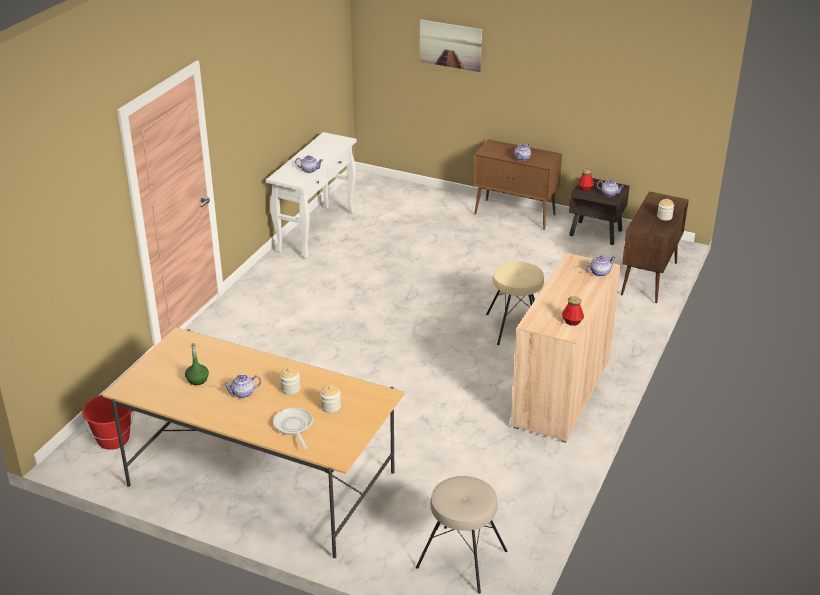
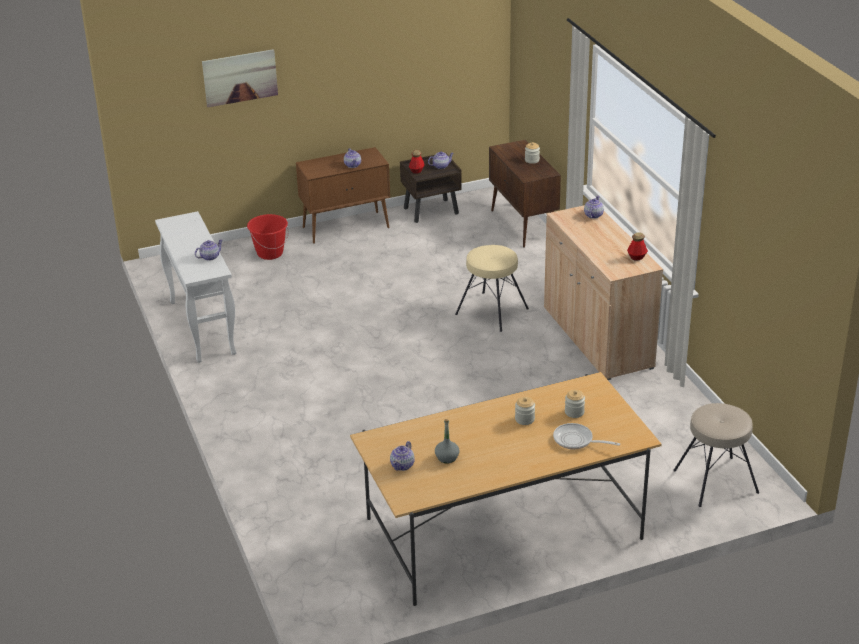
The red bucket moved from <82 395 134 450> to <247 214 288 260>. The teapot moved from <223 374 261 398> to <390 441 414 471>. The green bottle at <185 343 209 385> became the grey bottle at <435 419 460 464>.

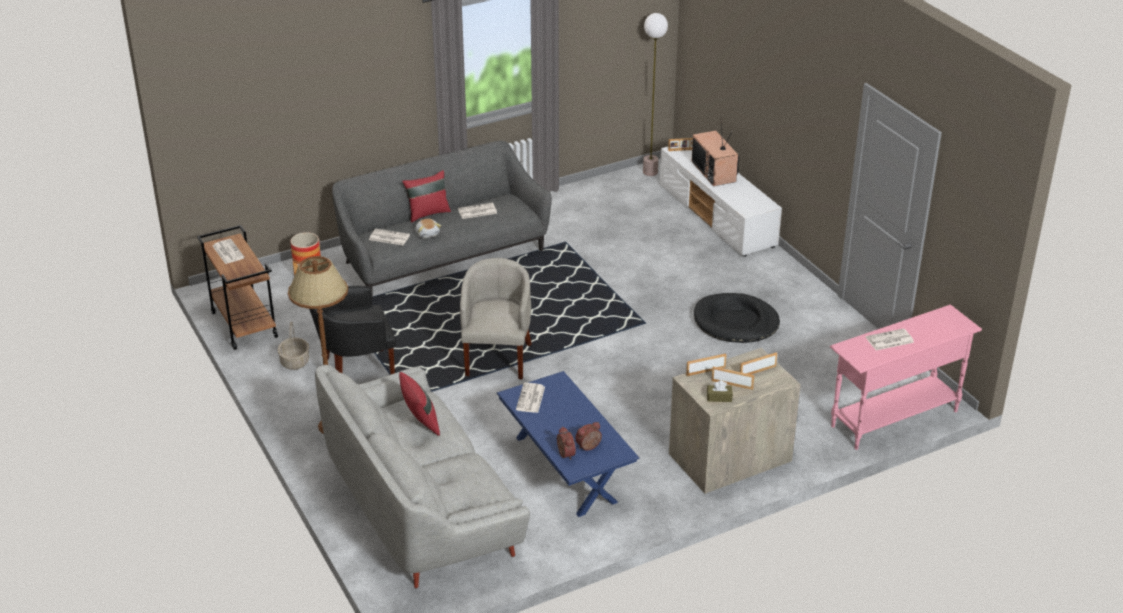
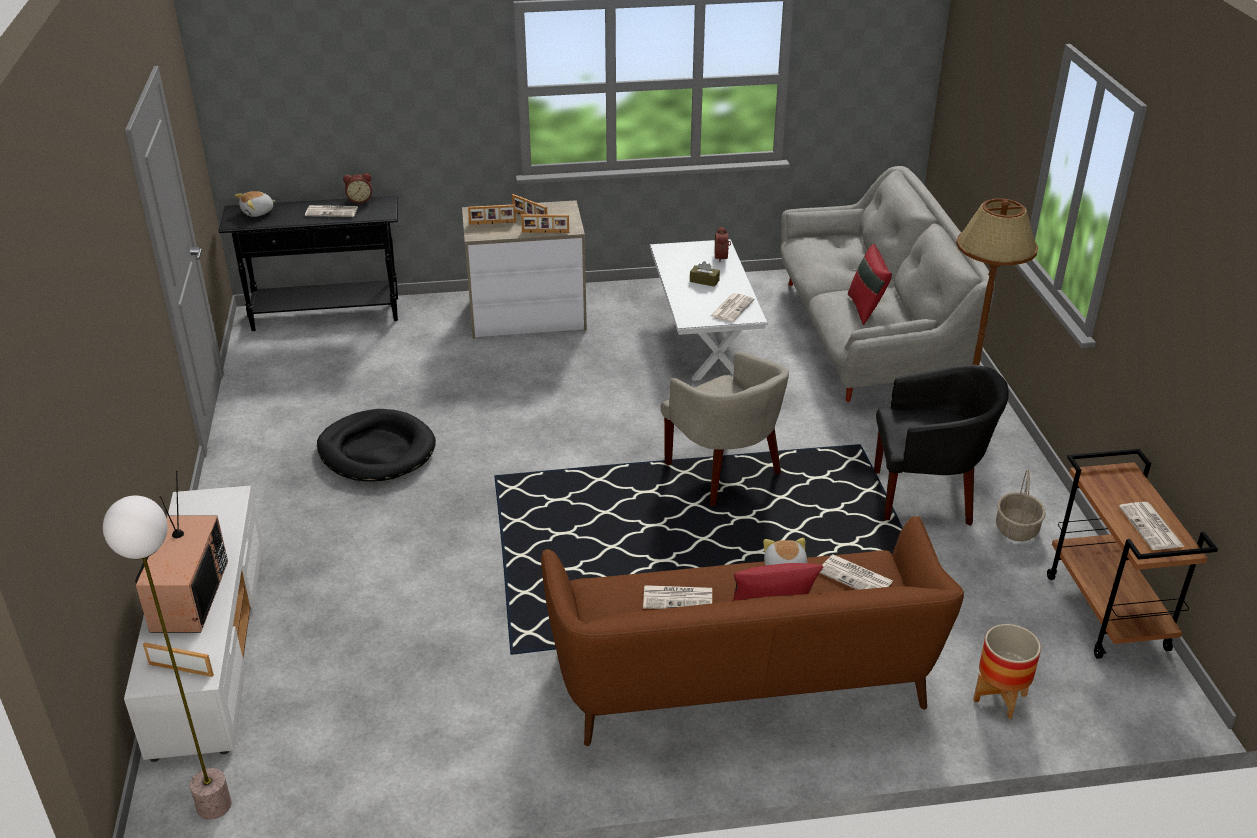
The pink console table at <830 305 982 450> became the black console table at <218 196 398 331>. The plush toy at <235 191 276 217> appeared. The alarm clock moved from <575 422 602 451> to <343 173 372 203>. The grey sofa at <332 141 552 300> became the brown sofa at <541 516 964 746>. The blue coffee table at <497 371 640 517> became the white coffee table at <649 239 768 381>. The beige armchair at <460 258 532 379> turned 60 degrees counterclockwise. The brown tissue box moved from <707 381 733 402> to <690 261 720 287>.

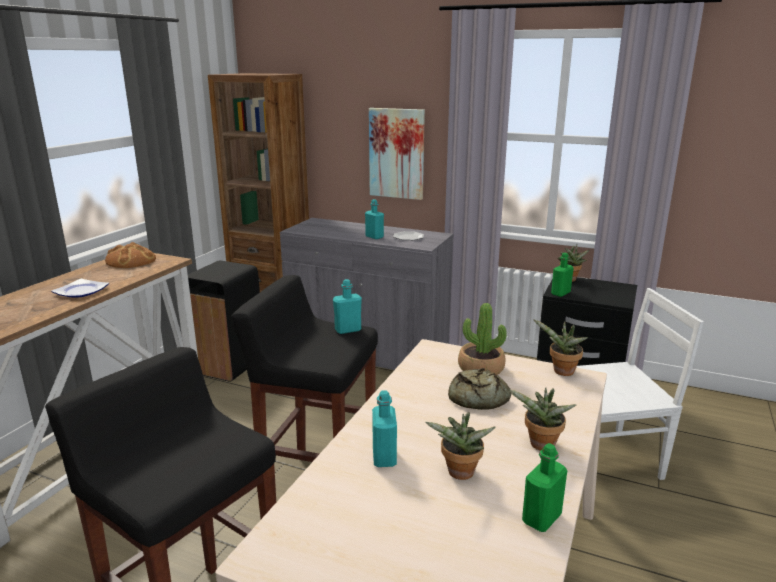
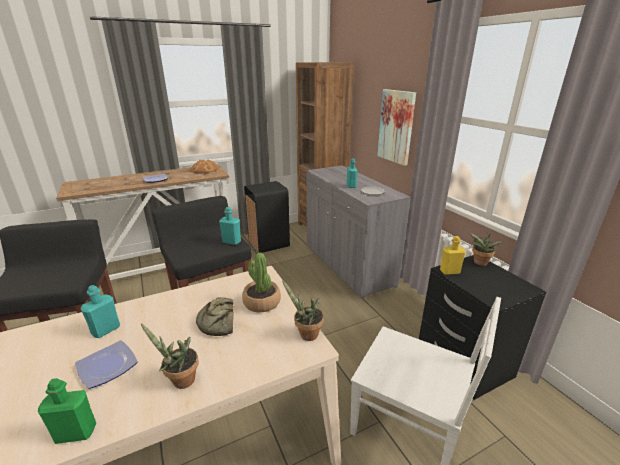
The potted plant at <425 412 496 480> was replaced by the plate at <75 340 138 389>. The green bottle at <551 253 574 297> became the yellow bottle at <440 236 466 275>.

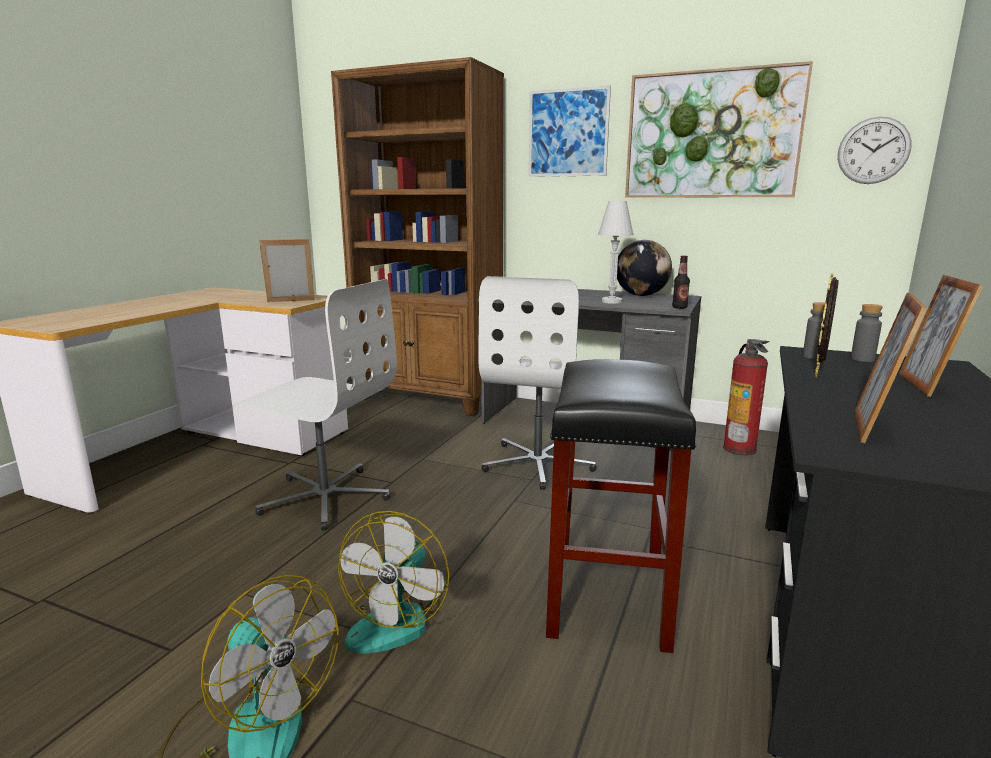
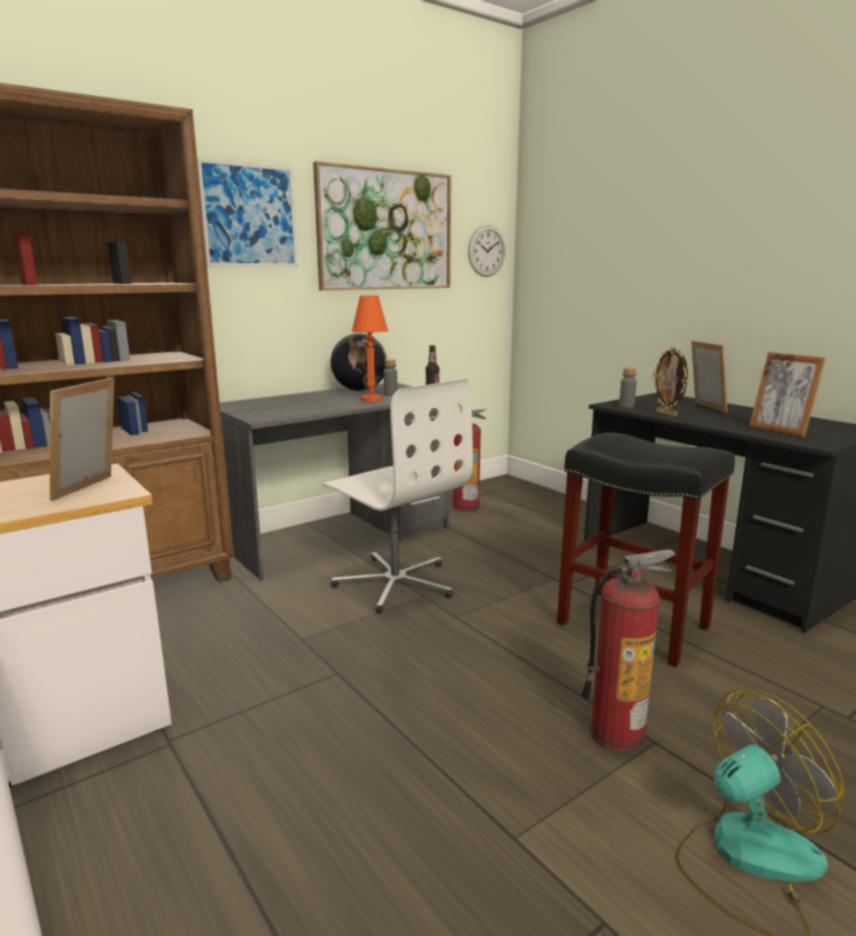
The white table lamp at <598 201 634 304> became the orange table lamp at <352 296 388 402>. The grey bottle moved from <851 304 883 362> to <383 359 397 396>. The fan at <338 511 450 654> was replaced by the fire extinguisher at <581 549 675 752>. The picture frame at <899 275 984 397> turned 150 degrees counterclockwise. The white office chair at <232 279 397 531> disappeared.

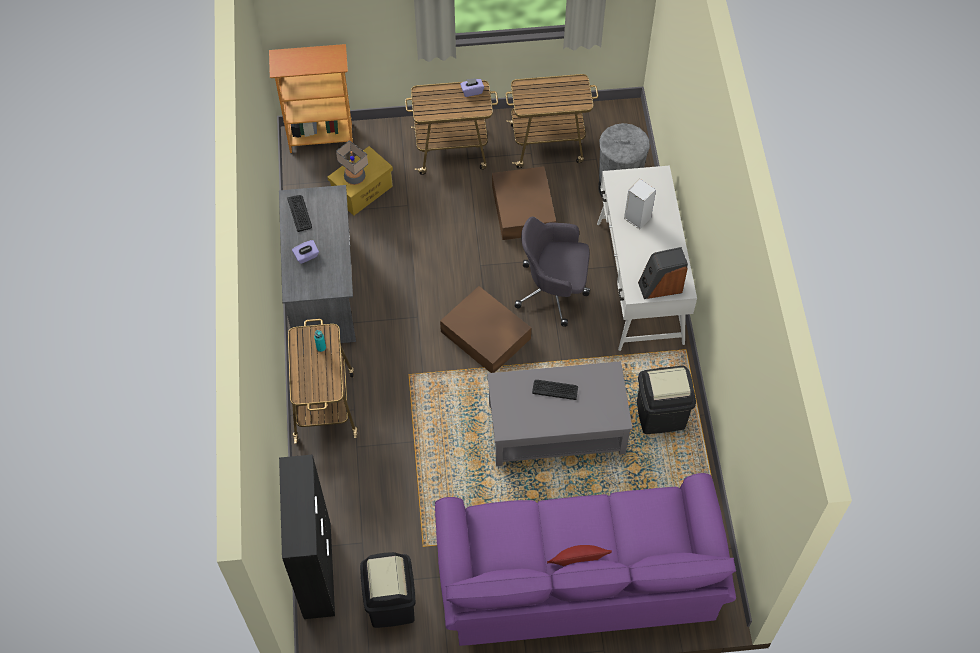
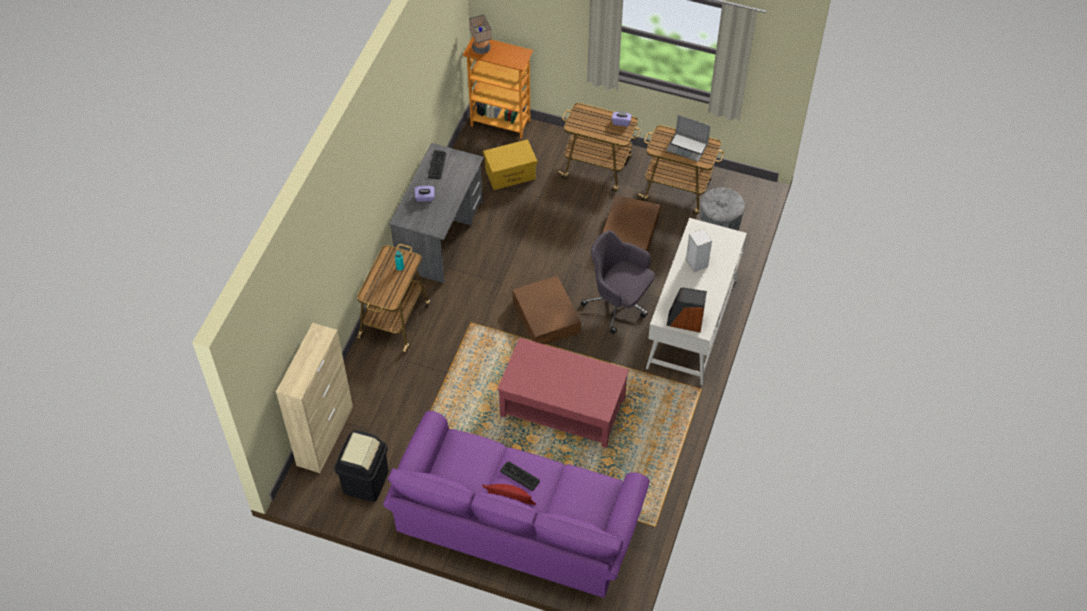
The black cabinet at <279 455 335 619> became the beige cabinet at <276 323 353 473>. The table lamp moved from <336 140 368 185> to <469 15 492 54>. The grey coffee table at <487 361 632 466> became the red coffee table at <497 337 629 448>. The keyboard moved from <532 380 578 400> to <500 461 540 491>. The laptop at <666 115 710 162> appeared. The black trash can at <637 366 696 434> disappeared.

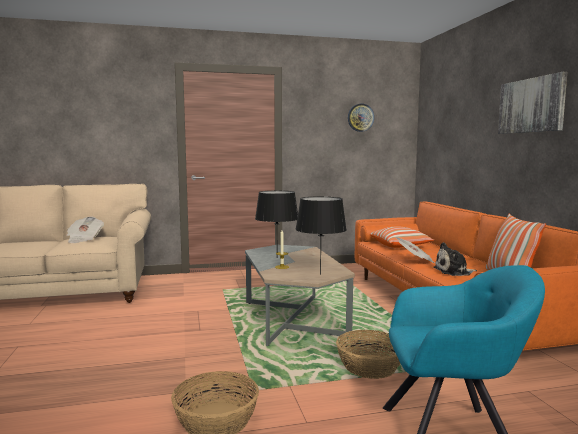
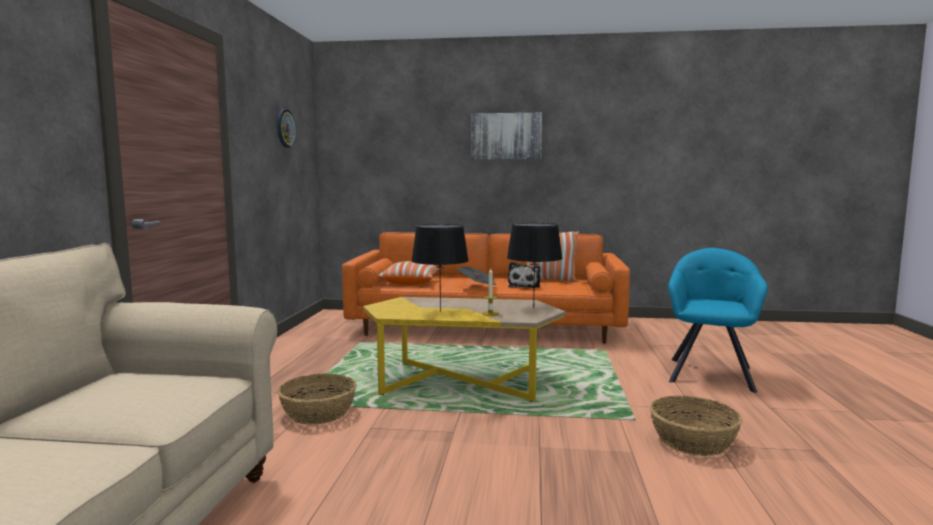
The basket moved from <336 330 400 379> to <277 374 357 425>. The grey coffee table at <245 245 355 346> became the yellow coffee table at <363 297 565 402>. The newspaper at <66 216 104 243> disappeared.

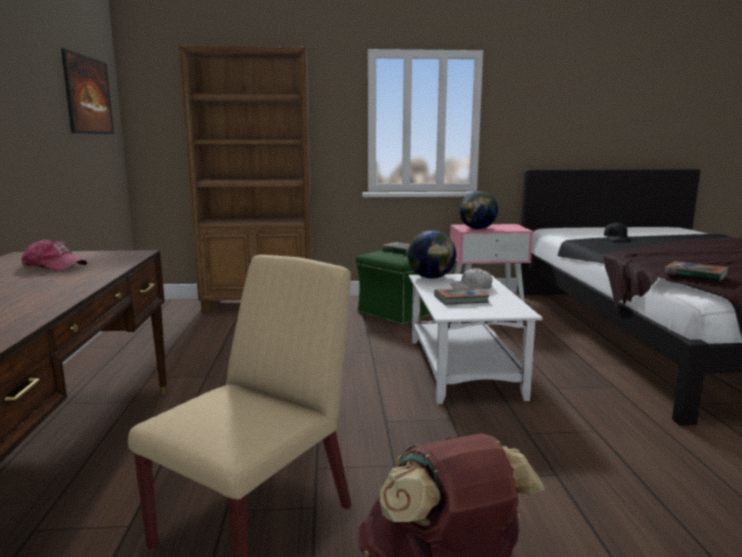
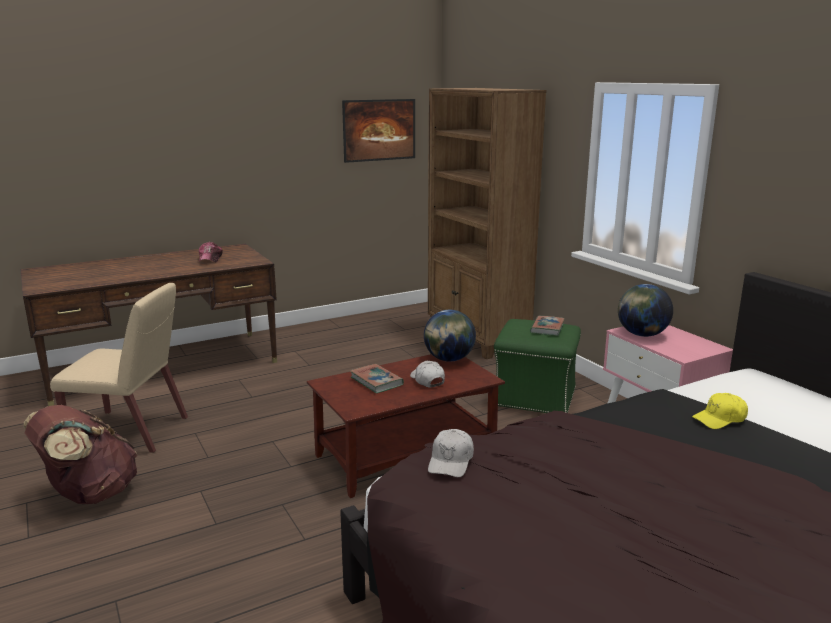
The white coffee table at <409 273 543 404> became the brown coffee table at <307 354 505 498>. The book at <664 261 729 282> was replaced by the white cap at <428 429 474 477>. The black cap at <604 222 630 241> became the yellow cap at <692 393 748 429>.

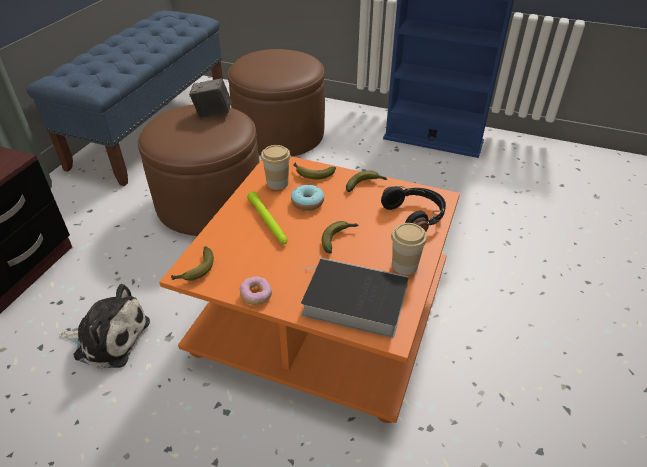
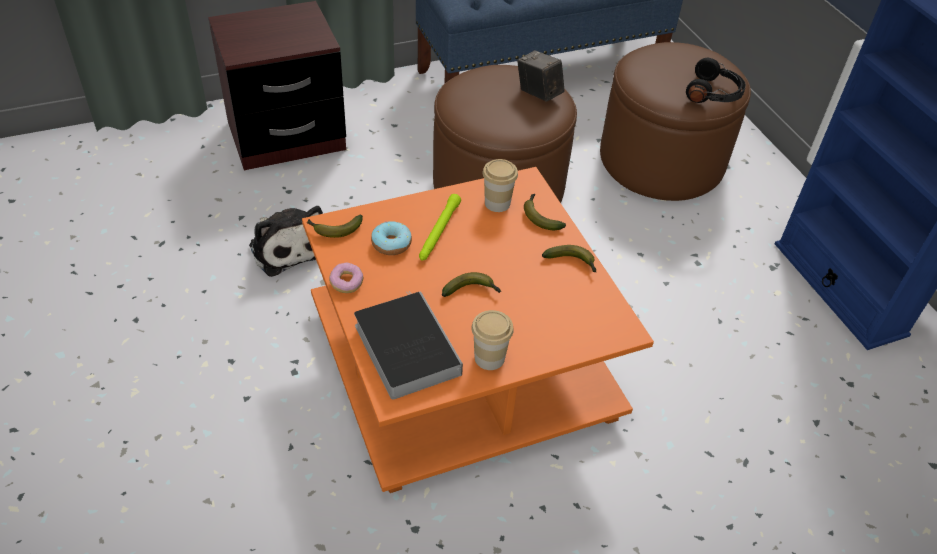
The donut moved from <291 184 324 211> to <371 221 412 255>. The black headphones moved from <381 186 446 231> to <686 58 746 103>.

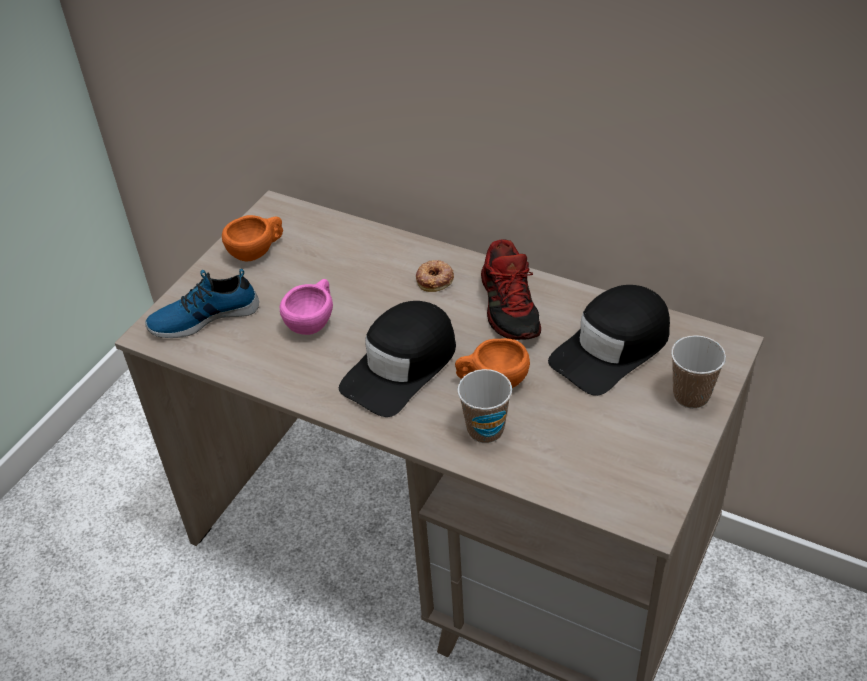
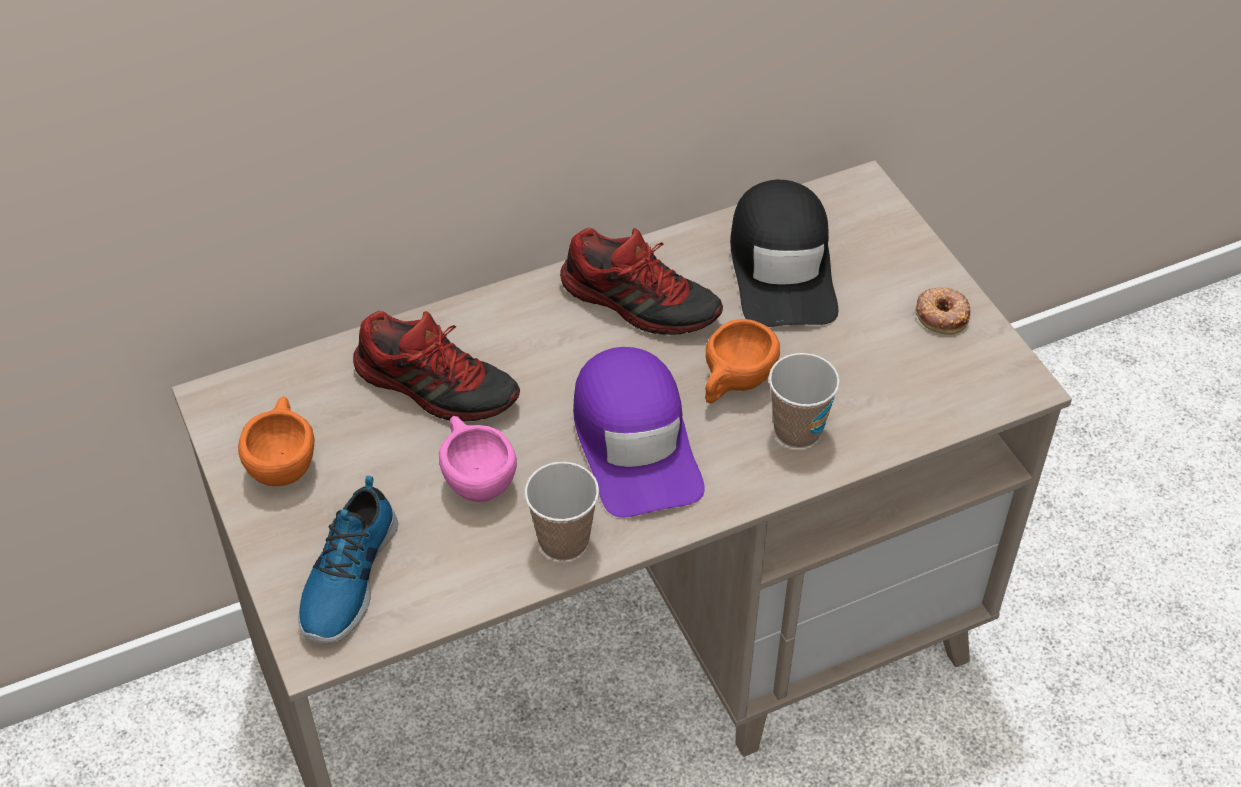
The shoe at <353 311 520 422> appeared. The cup moved from <671 335 726 409> to <524 462 599 560>. The black cap at <339 301 456 417> became the purple cap at <573 347 705 518>. The donut moved from <416 260 454 292> to <915 287 970 335>.

